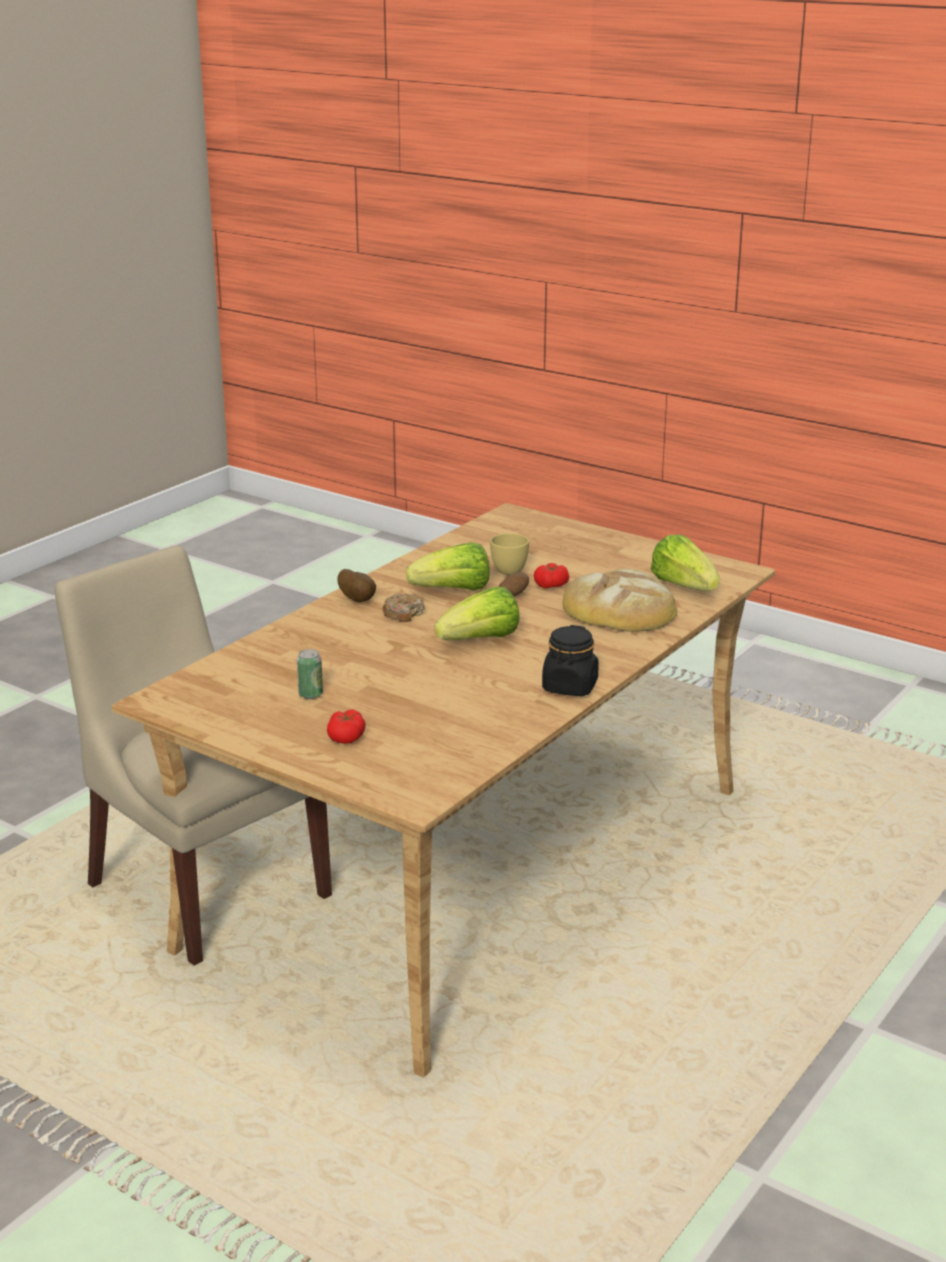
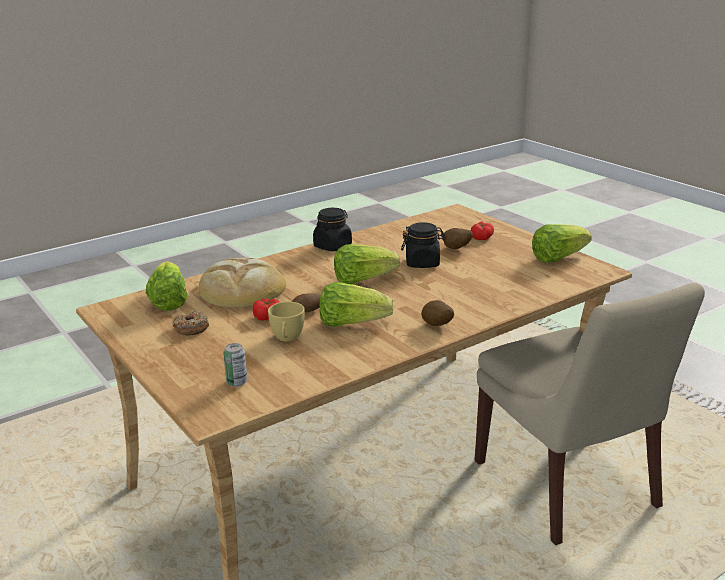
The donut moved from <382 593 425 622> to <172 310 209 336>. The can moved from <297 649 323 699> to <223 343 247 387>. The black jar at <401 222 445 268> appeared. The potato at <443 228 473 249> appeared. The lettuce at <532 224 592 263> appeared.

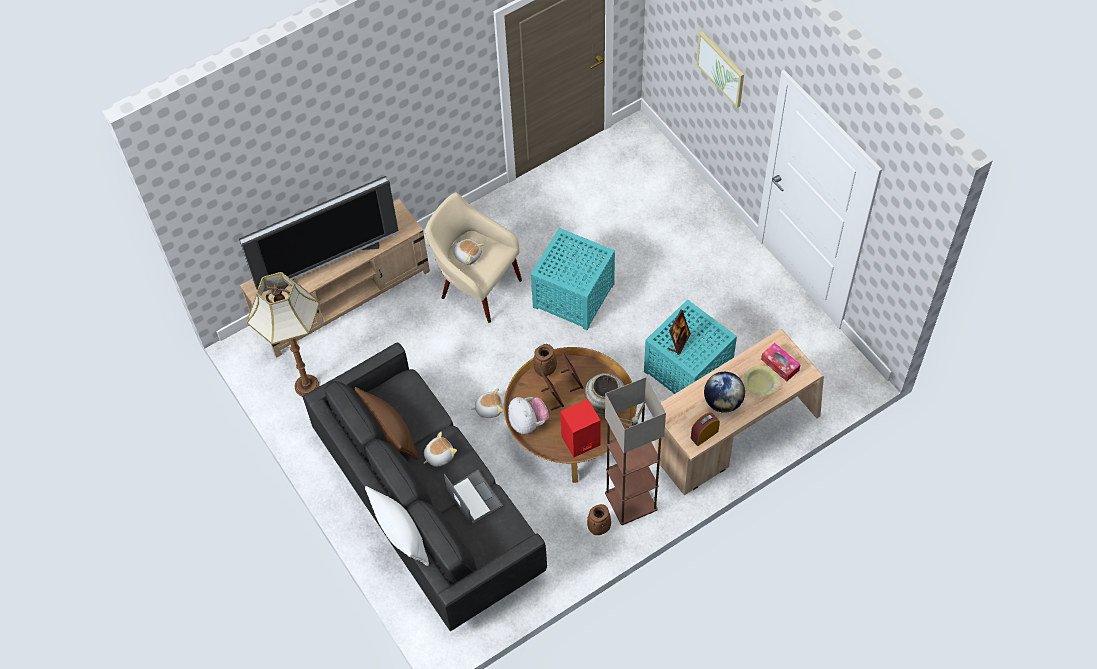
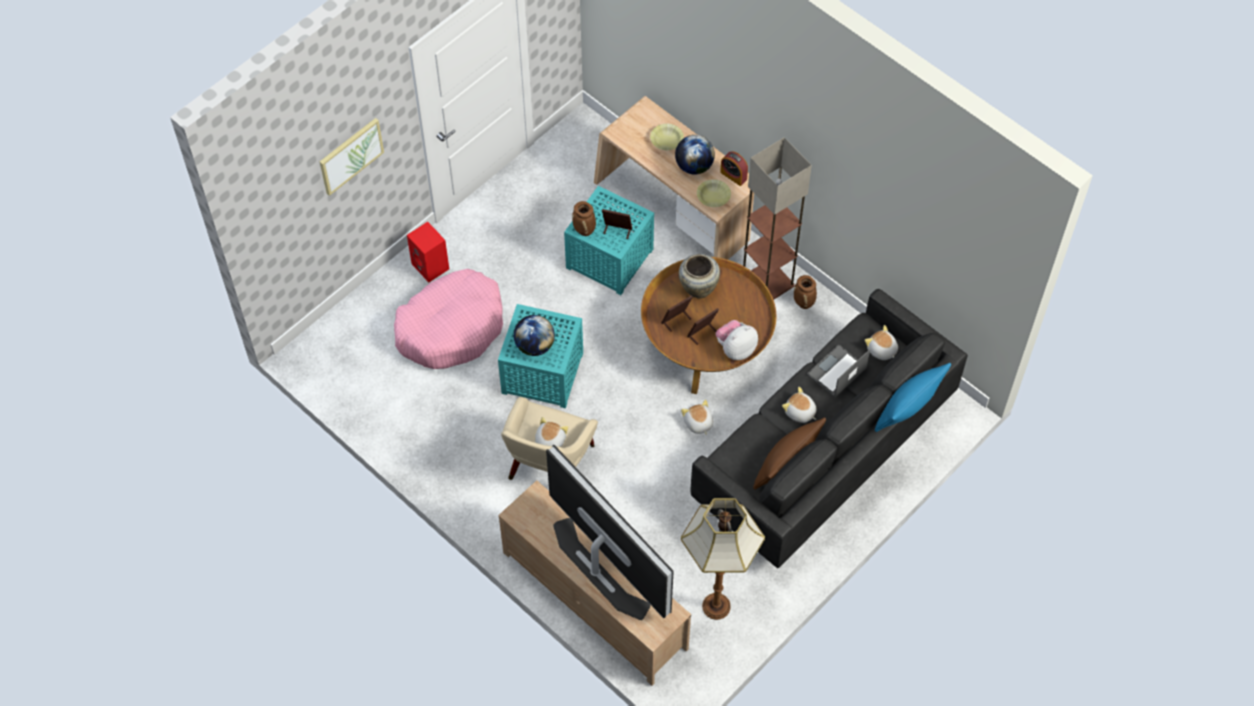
The pink dog bed at <394 269 503 369> appeared. The red speaker moved from <561 399 601 457> to <407 222 449 282>. The globe at <514 315 555 356> appeared. The brown vase moved from <533 344 557 377> to <572 201 596 236>. The yellow bowl at <697 179 731 207> appeared. The plush toy at <865 325 898 360> appeared. The white pillow at <365 486 429 566> became the blue pillow at <875 363 951 432>. The tissue box at <761 343 801 381> disappeared.

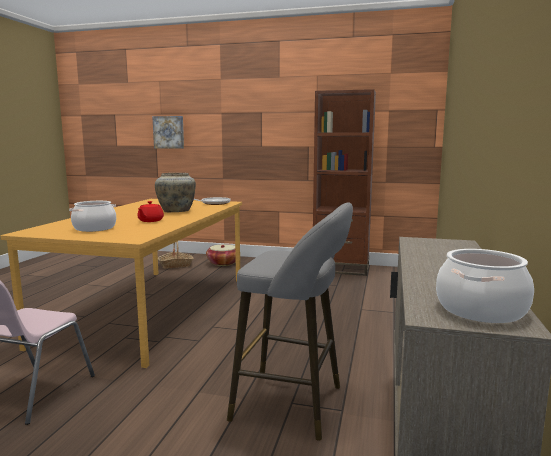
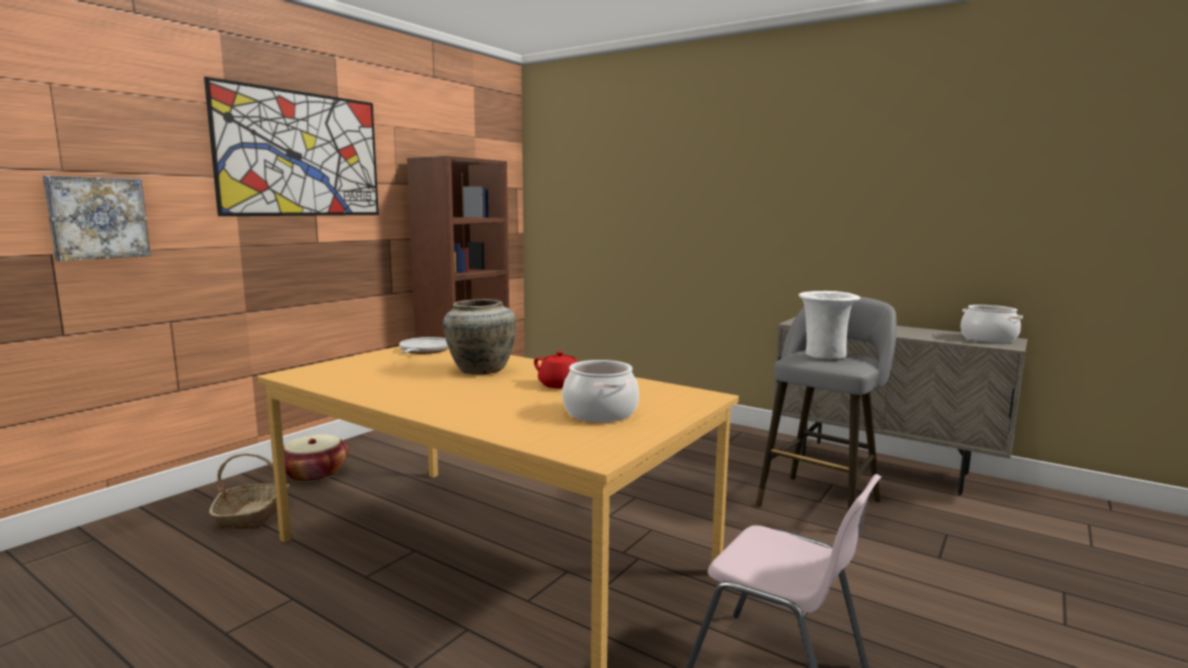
The picture at <204 77 379 216> appeared. The white vase at <798 291 860 359> appeared.

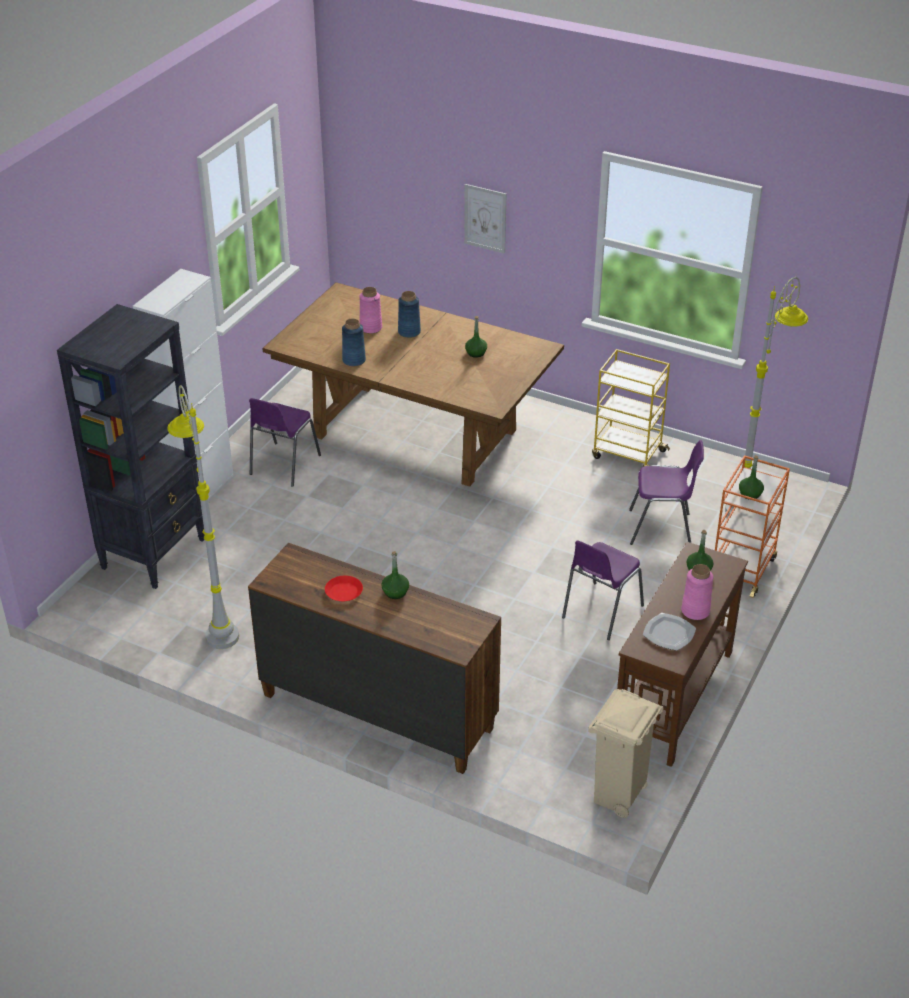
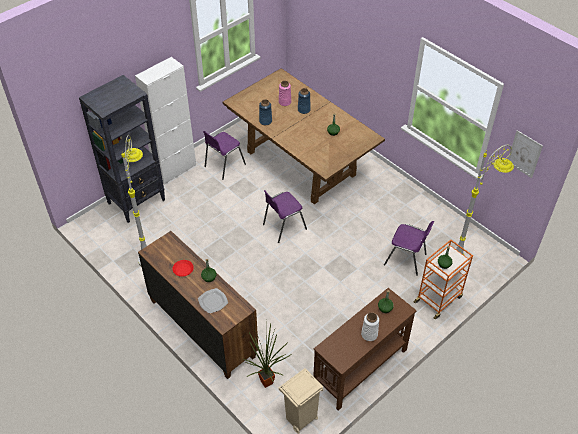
The plate moved from <643 613 696 651> to <198 288 228 314>. The potted plant at <244 324 292 388> appeared. The purple chair moved from <562 540 644 640> to <263 190 307 243>. The pink vase at <681 564 713 620> became the white vase at <361 312 379 341>. The picture moved from <464 184 506 254> to <508 130 543 178>. The yellow cart at <592 349 670 467> disappeared.

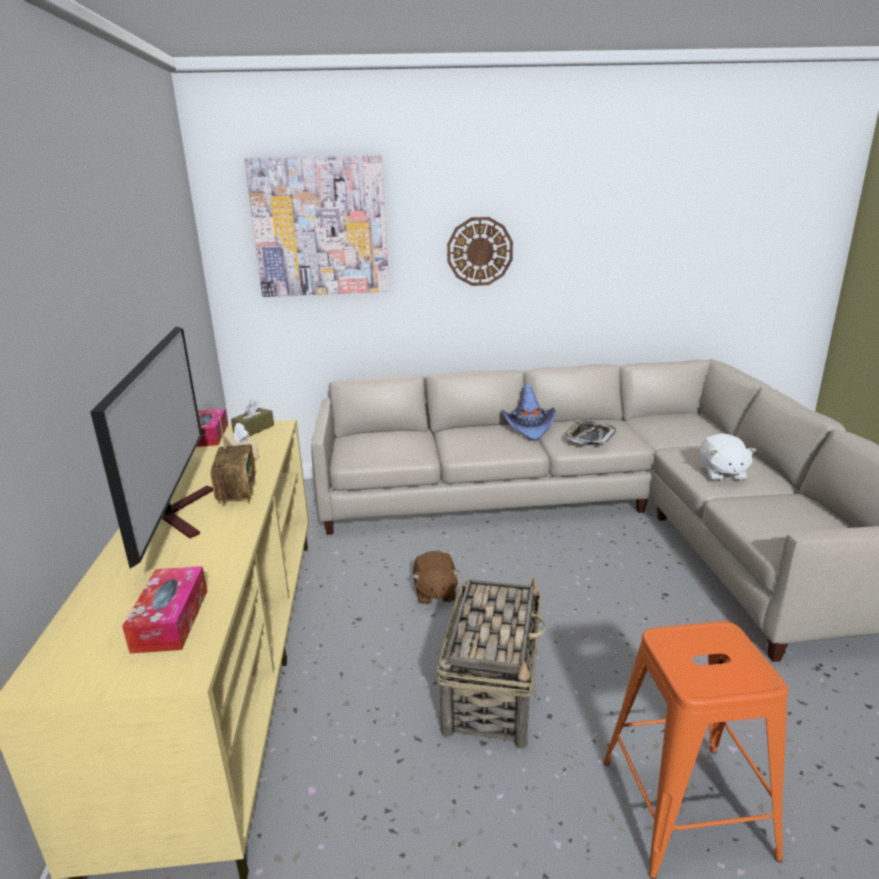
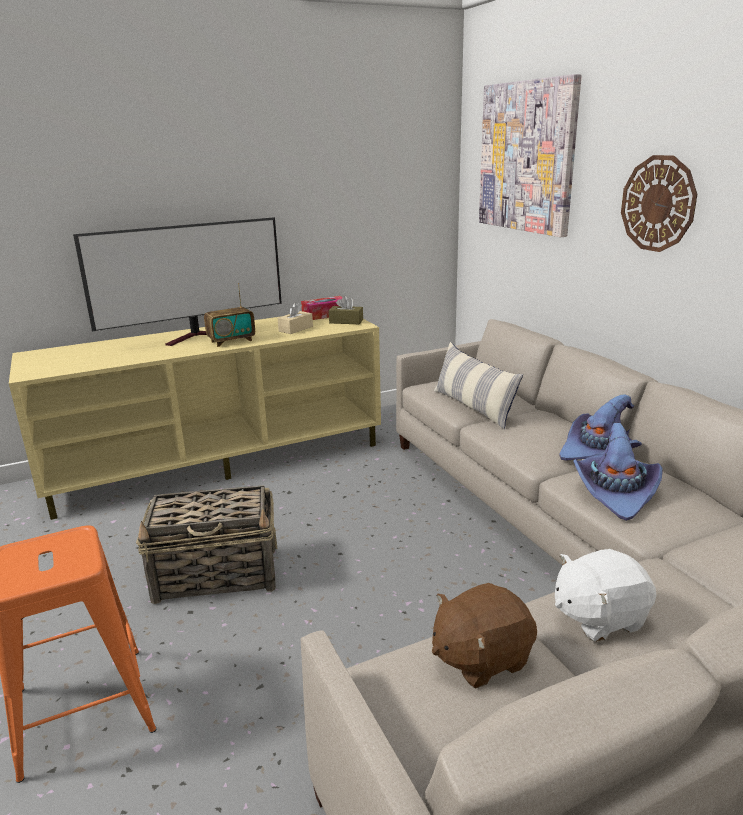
The brown plush toy moved from <412 551 460 604> to <432 583 537 689>. The pillow at <434 342 523 429> appeared. The tray at <565 420 616 445> was replaced by the purple hat at <573 423 663 521>. The tissue box at <122 566 207 654> disappeared.

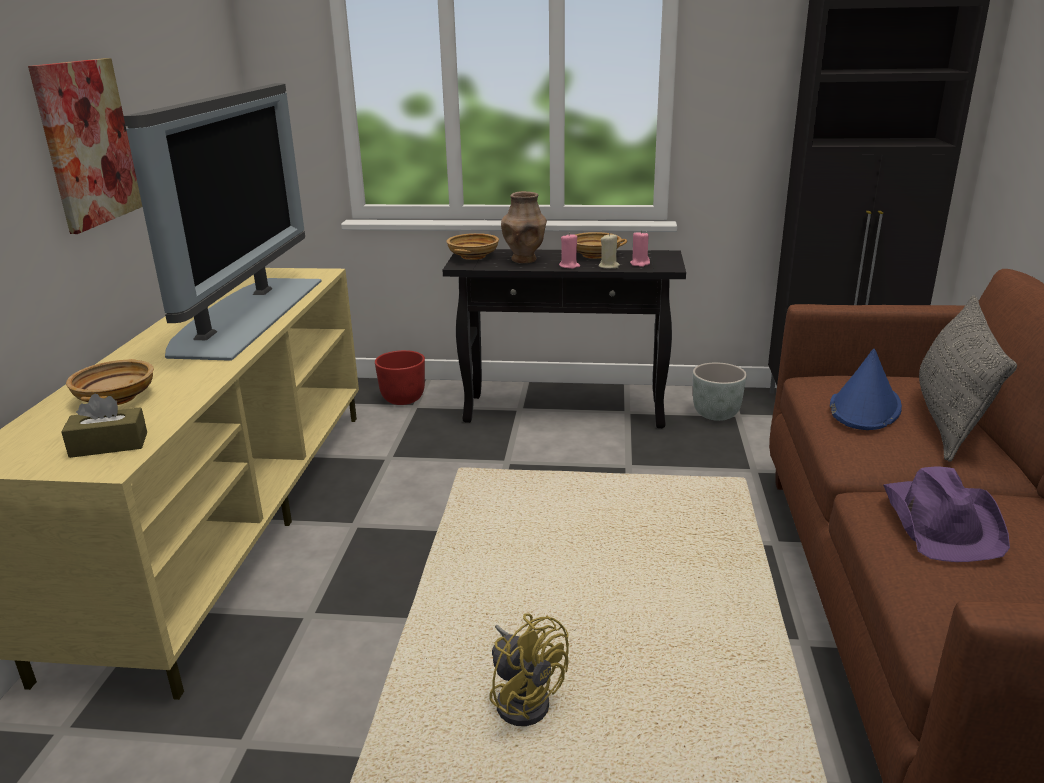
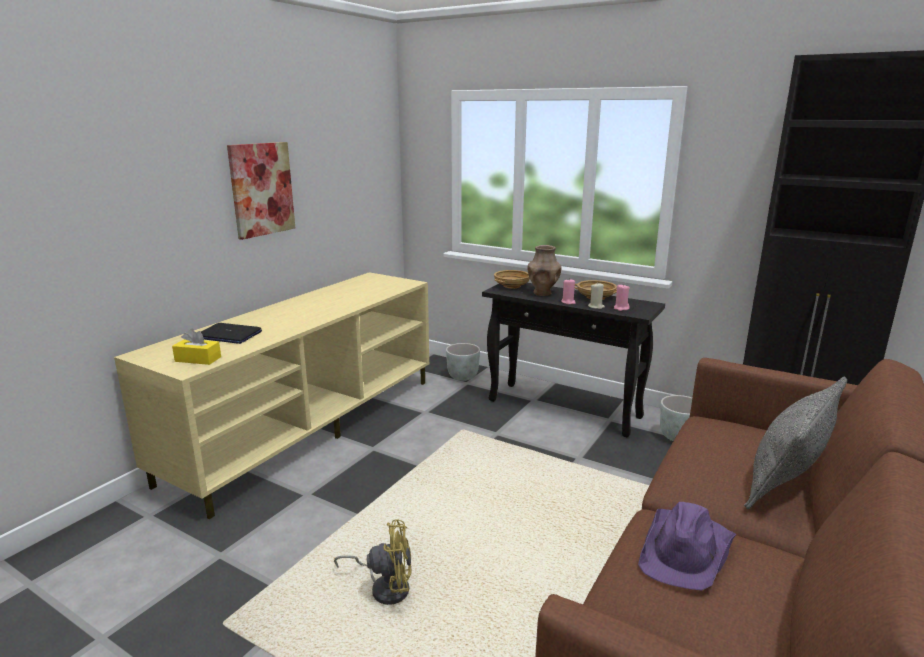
The brown tissue box at <61 394 147 458> became the yellow tissue box at <172 328 221 365>. The beige bowl at <66 359 154 405> was replaced by the laptop at <201 323 262 344>. The yellow fan at <489 613 569 726> turned 75 degrees counterclockwise. The red planter at <375 350 425 405> became the grey planter at <446 343 480 381>. The television at <124 83 322 361> disappeared. The blue hat at <830 349 902 430> disappeared.

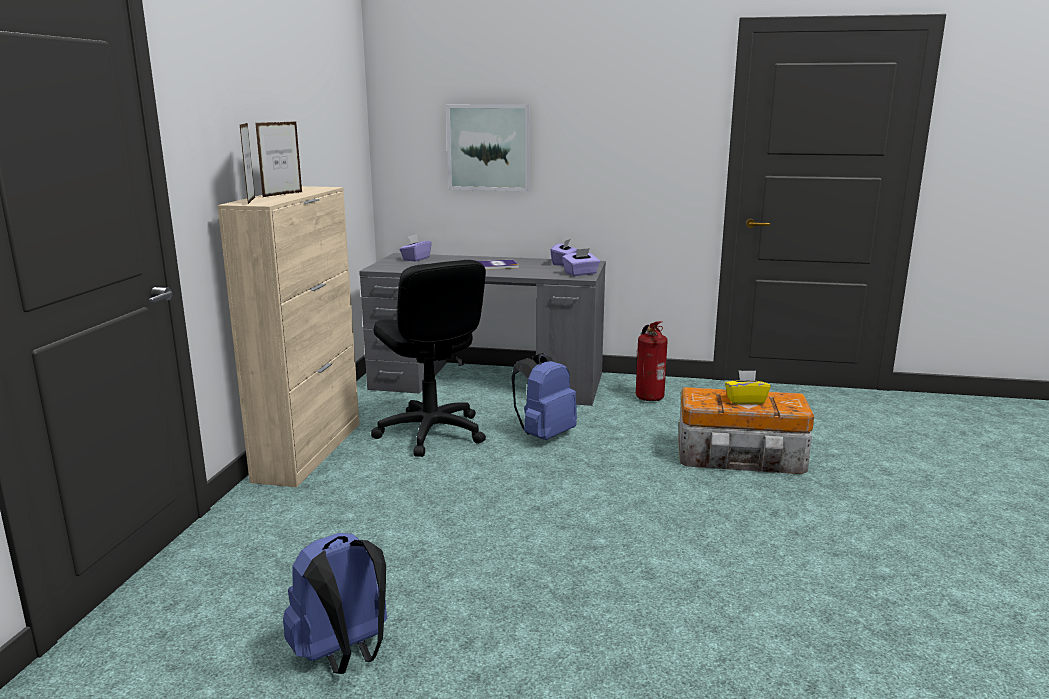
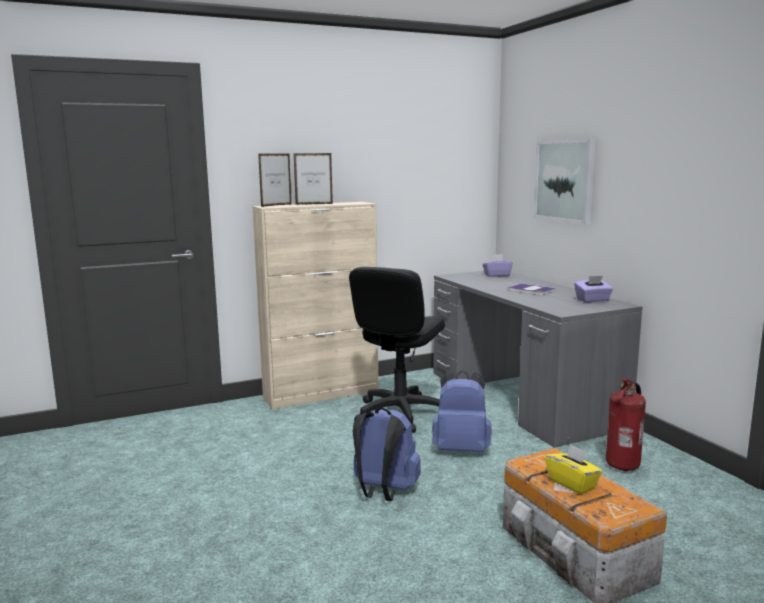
The blue backpack moved from <283 533 387 674> to <352 407 421 501>. The purple tissue box at <562 248 600 276> disappeared.

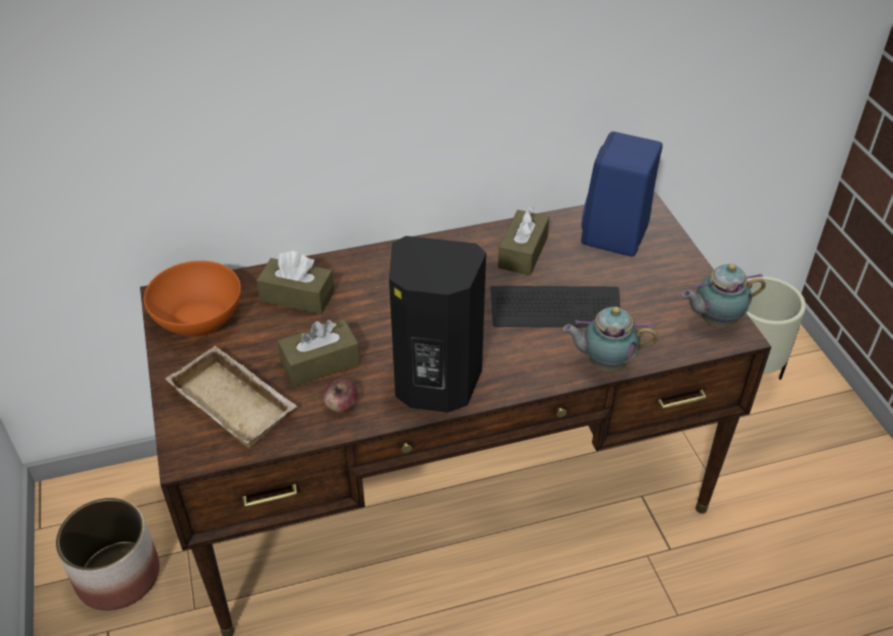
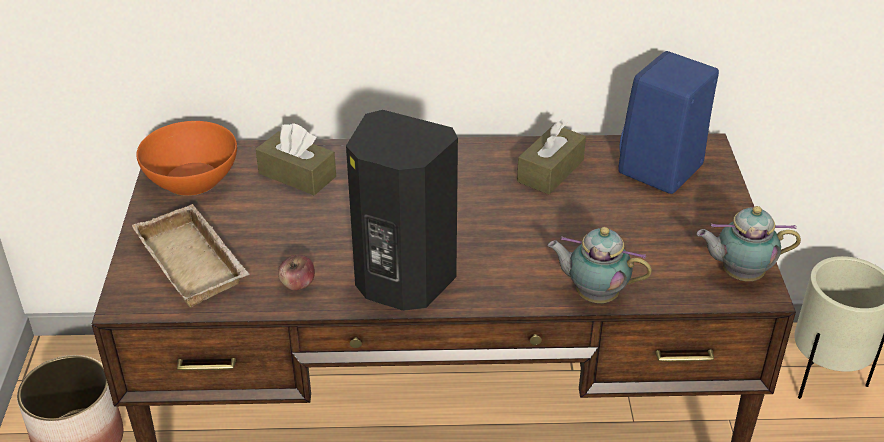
The brown tissue box at <277 319 360 387> disappeared. The keyboard at <490 286 620 328> disappeared.

